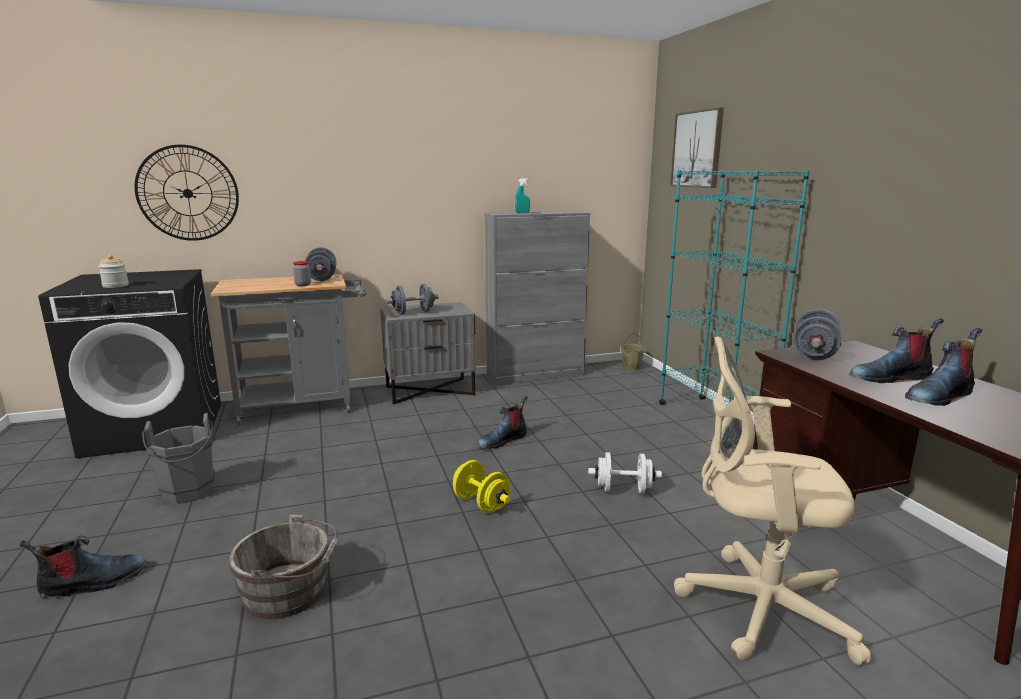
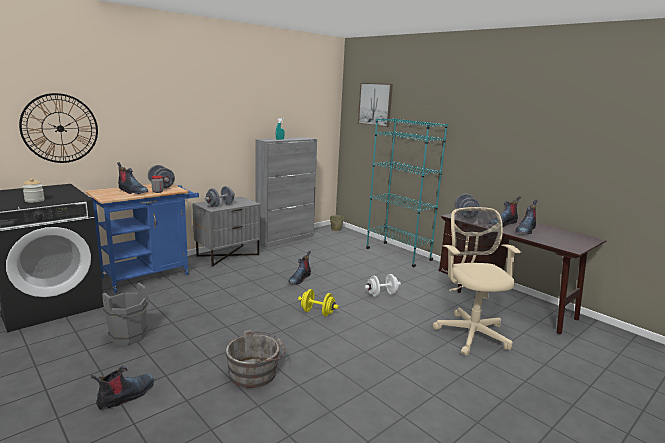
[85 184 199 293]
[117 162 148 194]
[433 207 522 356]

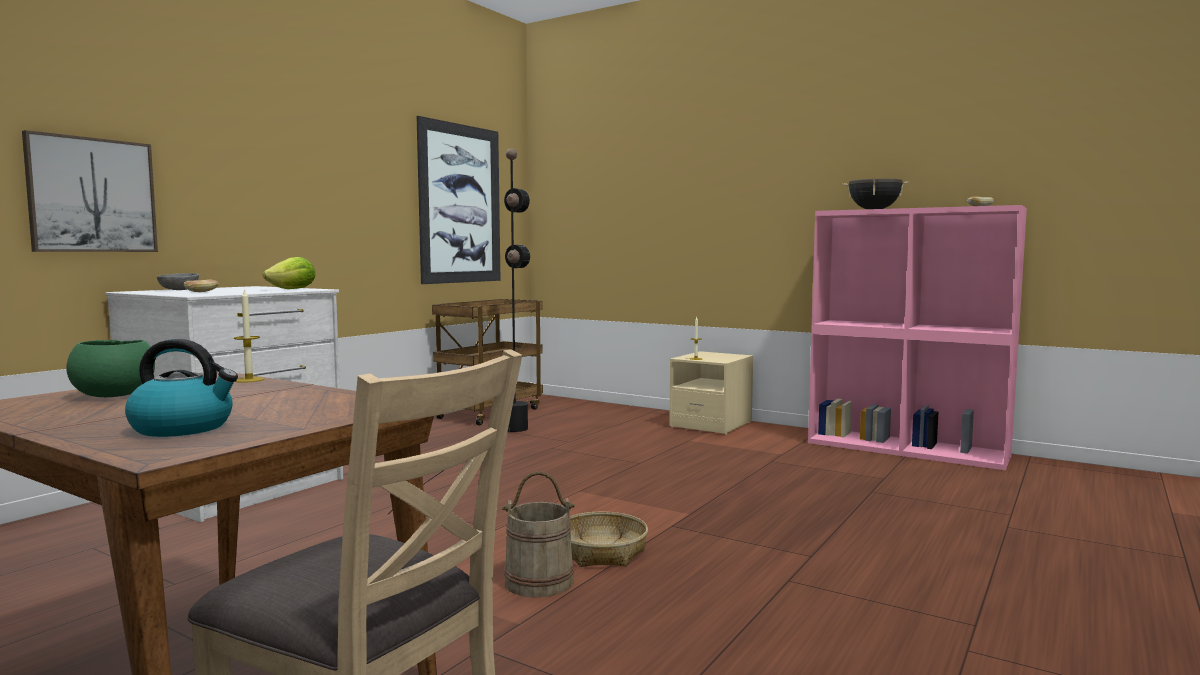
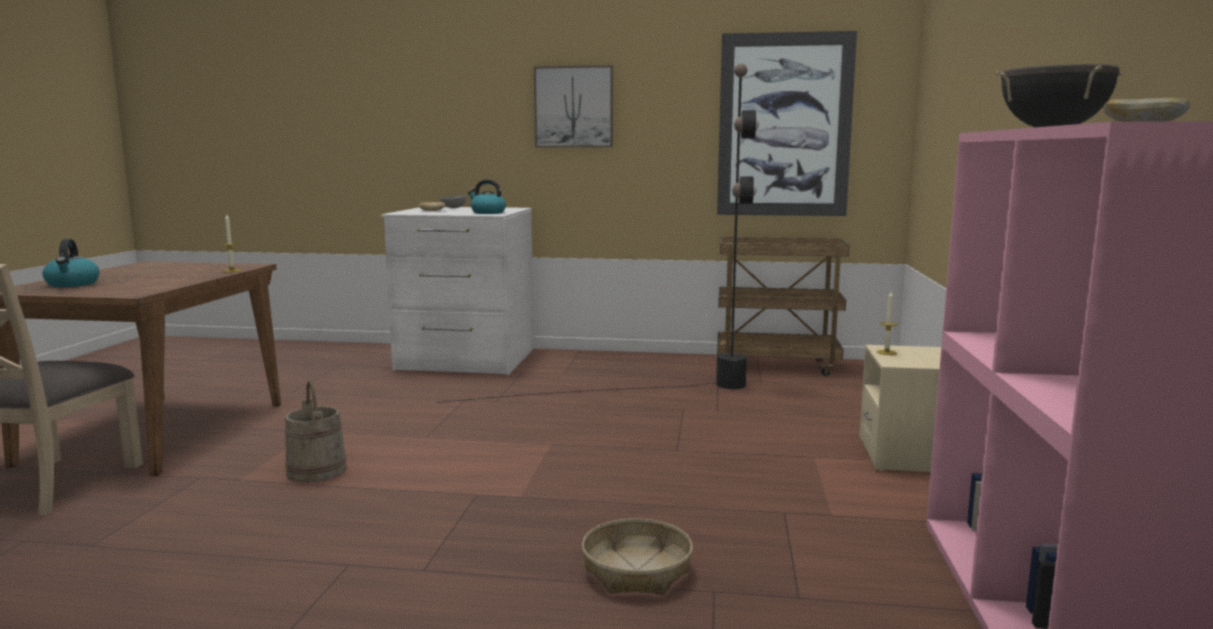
[468 180 506 214]
[534 65 613 147]
[582 518 693 595]
[66 340 155 397] (first image)

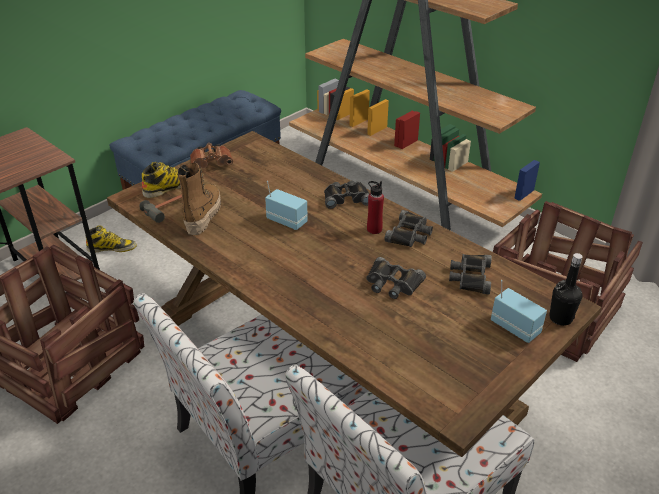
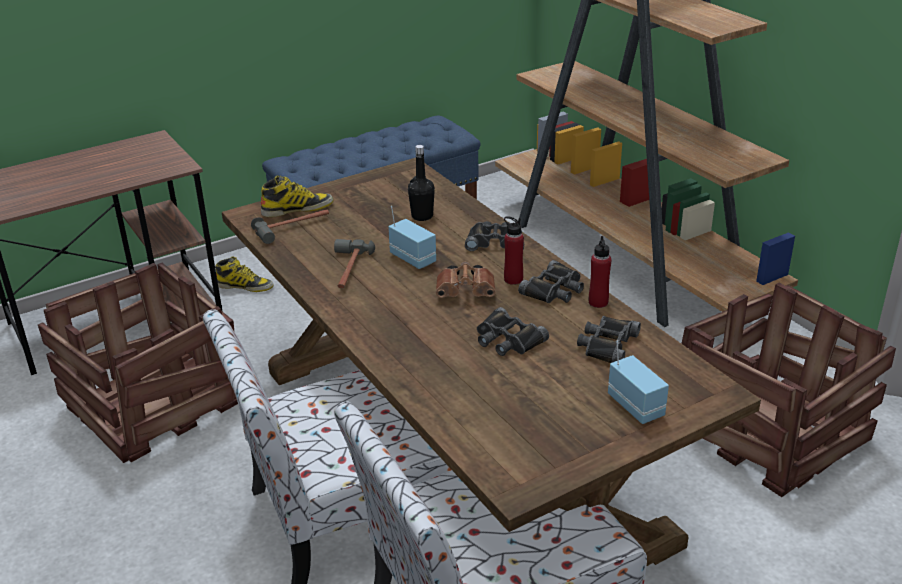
[334 239 375 288]
[408 145 435 221]
[436 262 496 298]
[589 236 612 308]
[178 163 221 235] (first image)

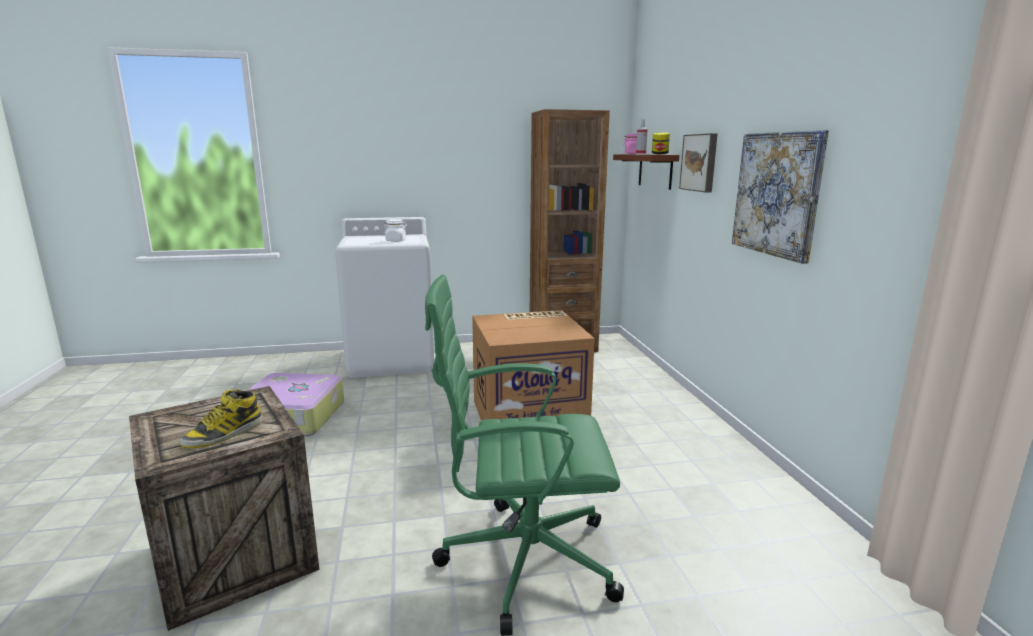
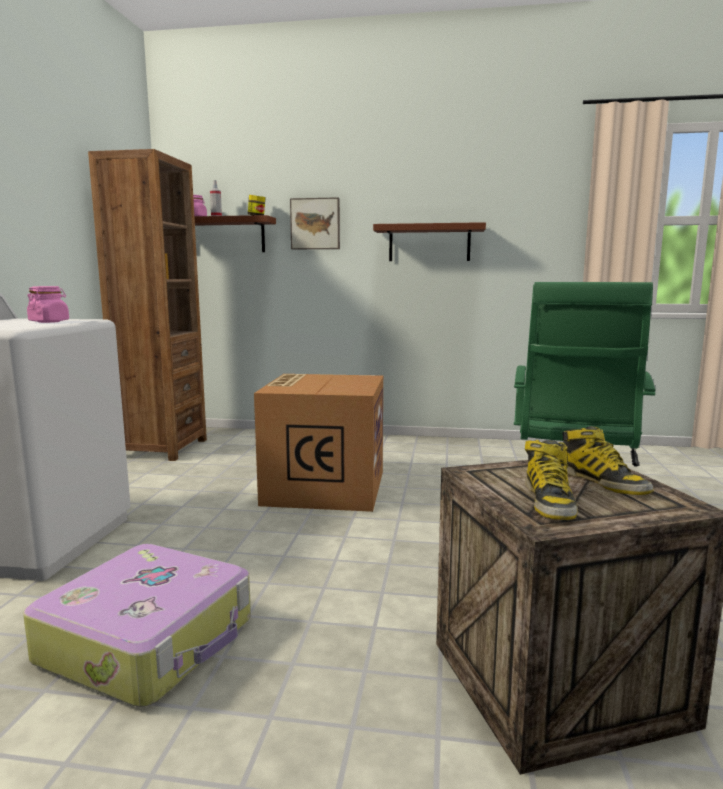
[27 286 69 323]
[373 222 486 261]
[525 440 578 520]

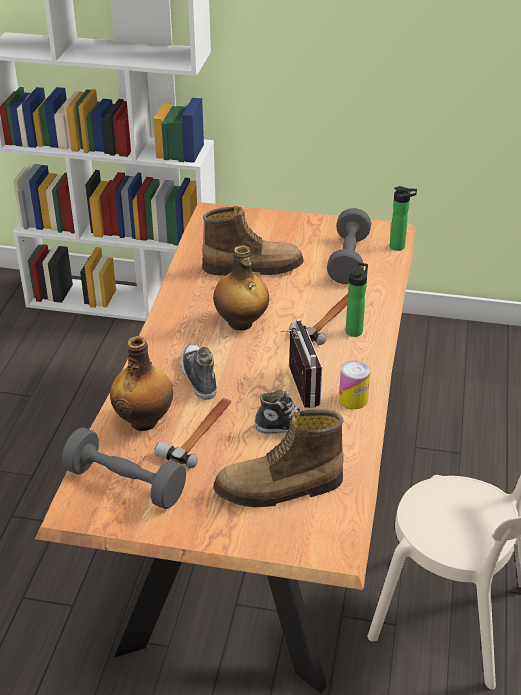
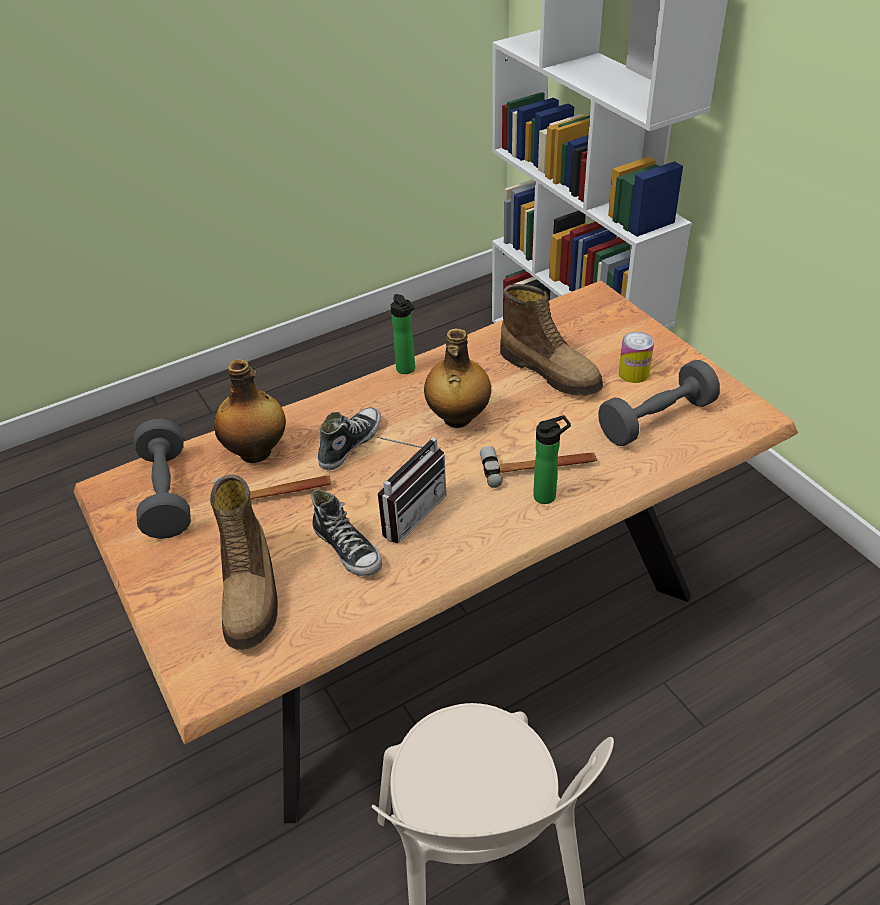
[210 474 278 650]
[391 294 415 374]
[619 331 654 383]

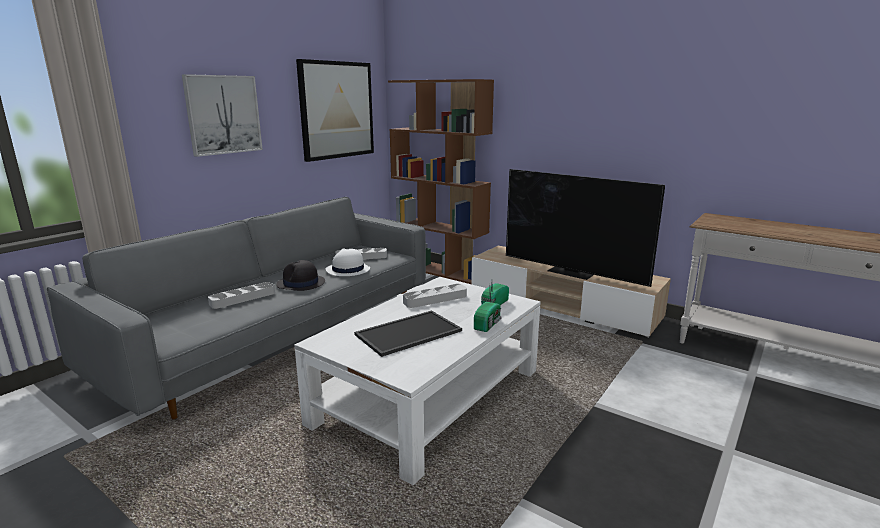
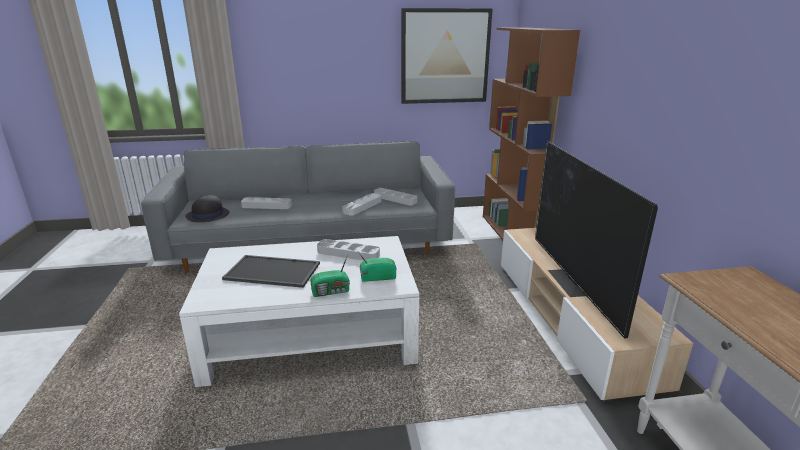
[185 195 230 222]
[343 193 381 216]
[182 74 263 157] (first image)

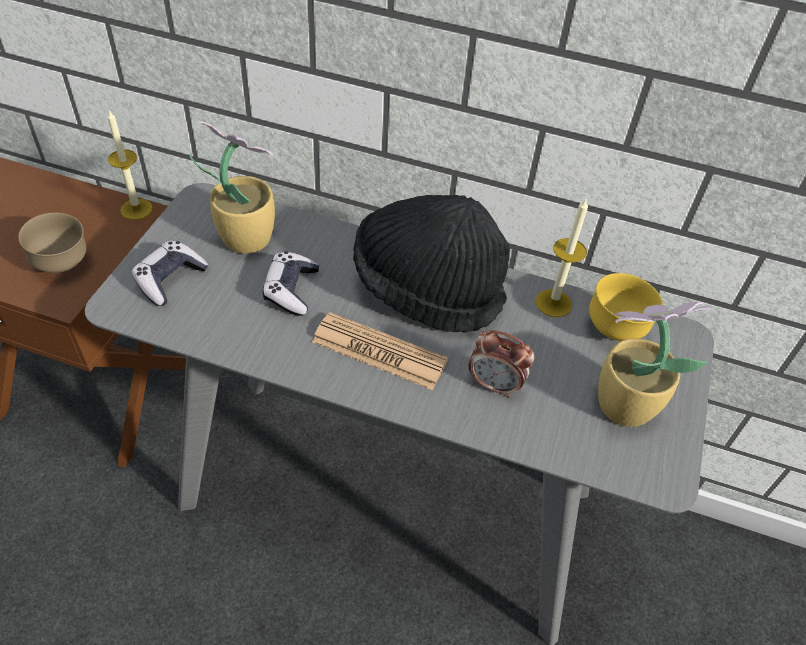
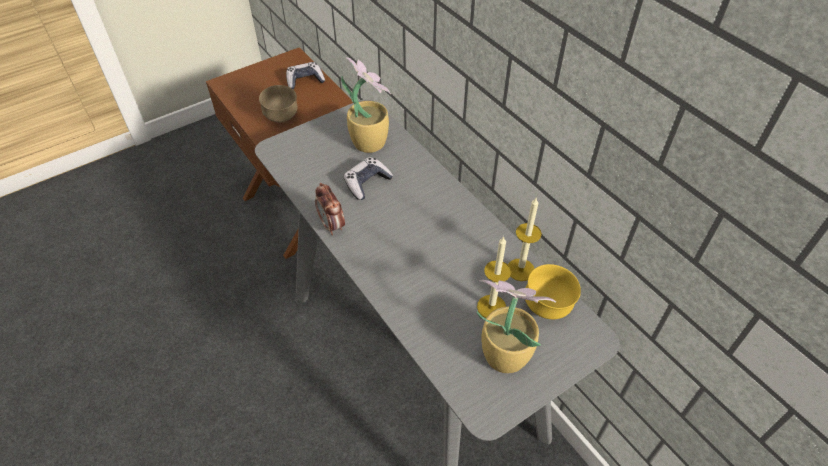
[286 62 325 90]
[315 183 345 235]
[477 236 511 318]
[312 312 448 390] (first image)
[353 195 510 333] (first image)

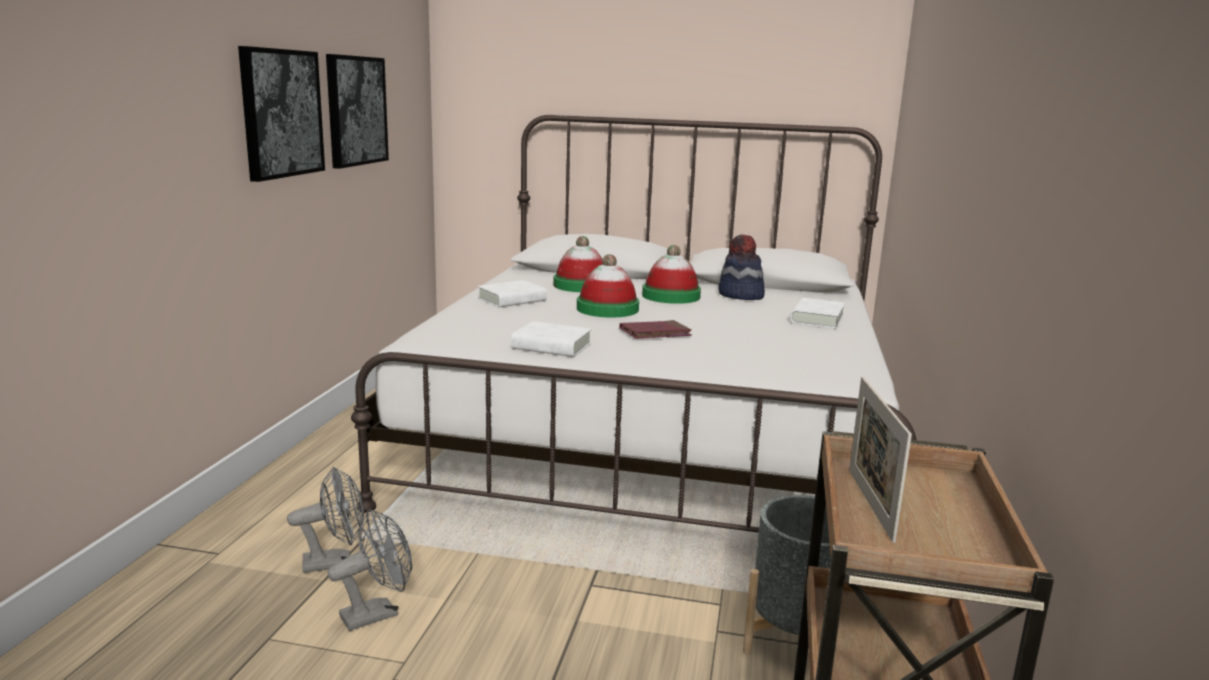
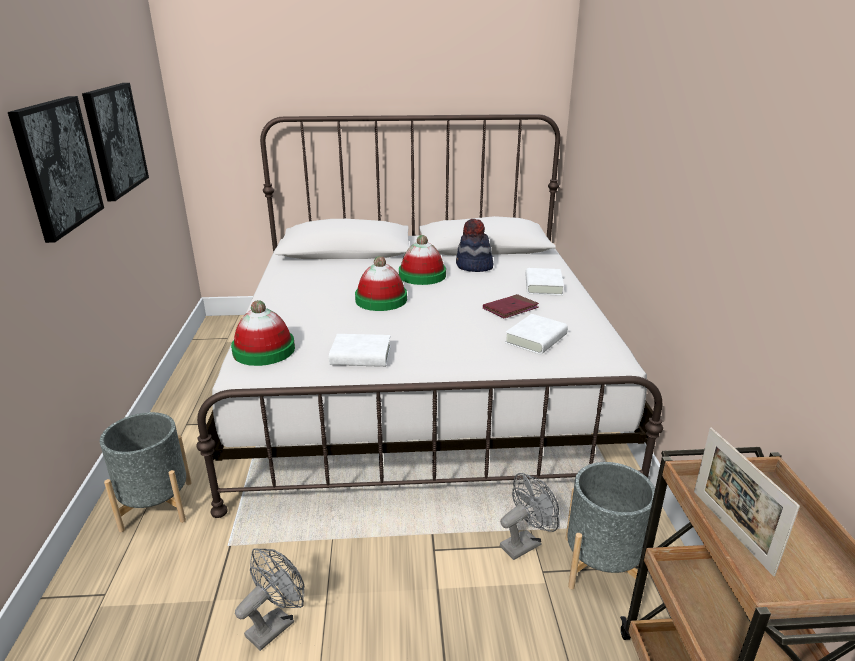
[100 412 192 532]
[231 300 295 366]
[483 294 539 318]
[500 473 559 560]
[505 314 568 355]

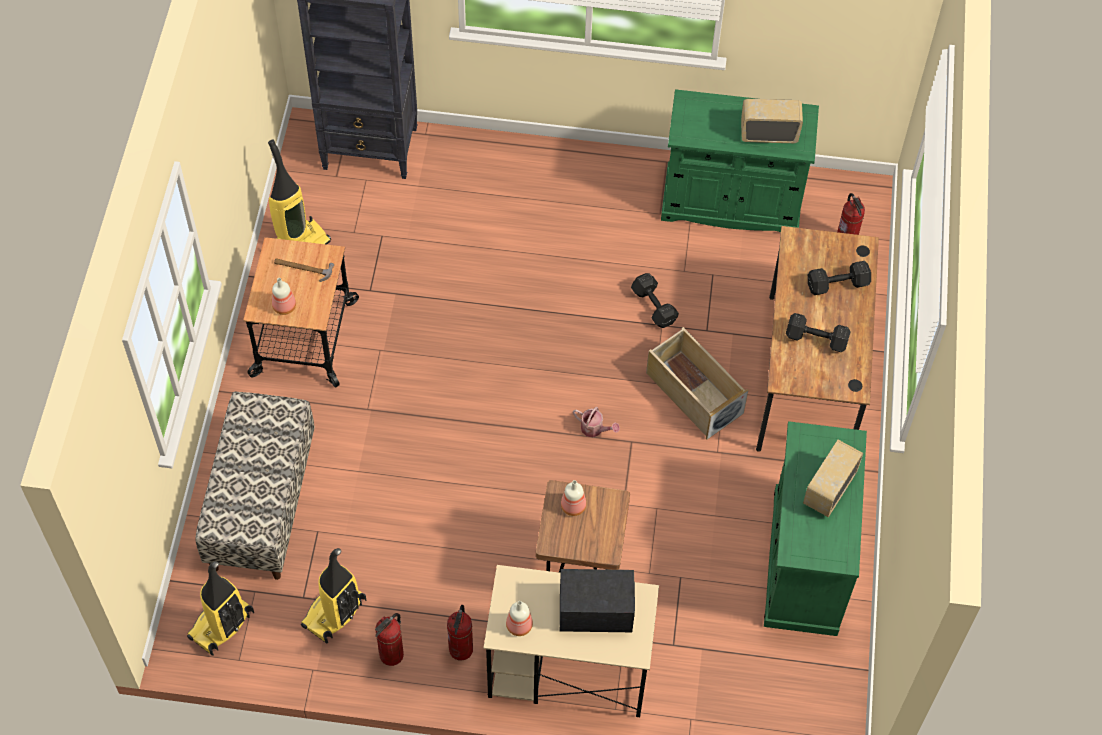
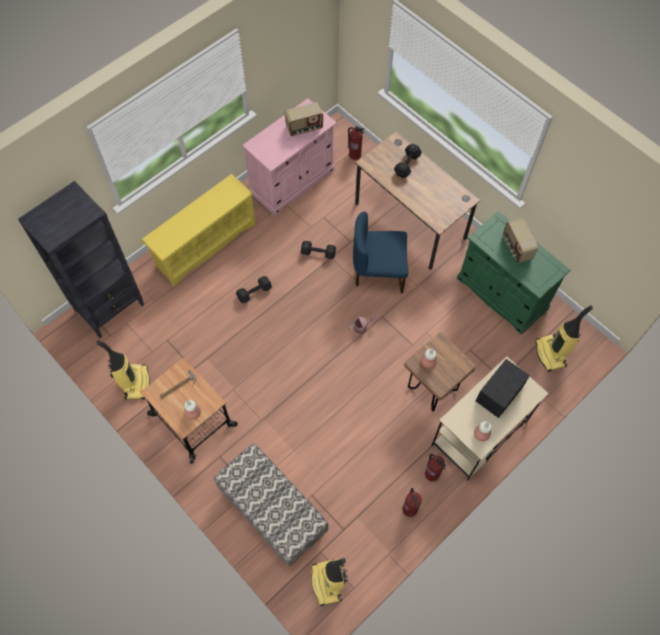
[141 174 256 287]
[236 276 272 303]
[242 98 337 216]
[285 102 323 136]
[353 212 408 293]
[535 305 593 372]

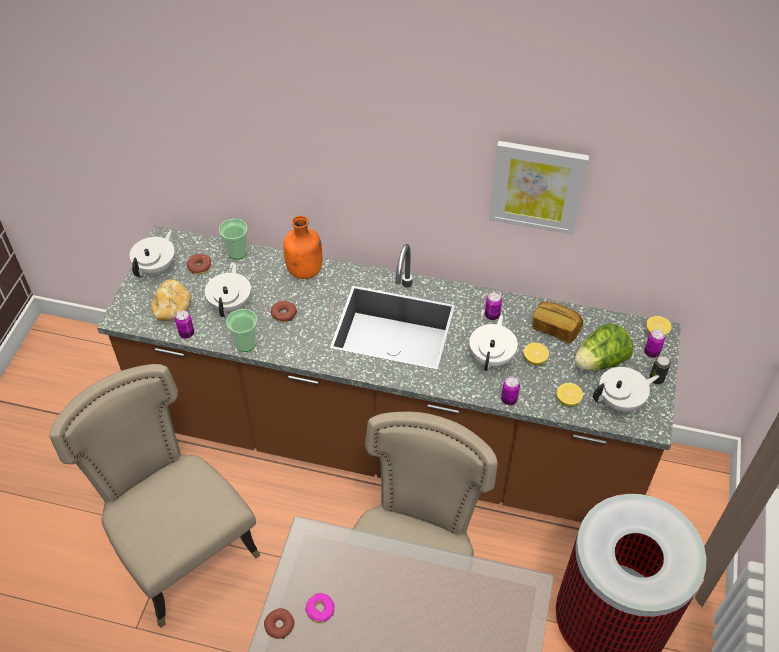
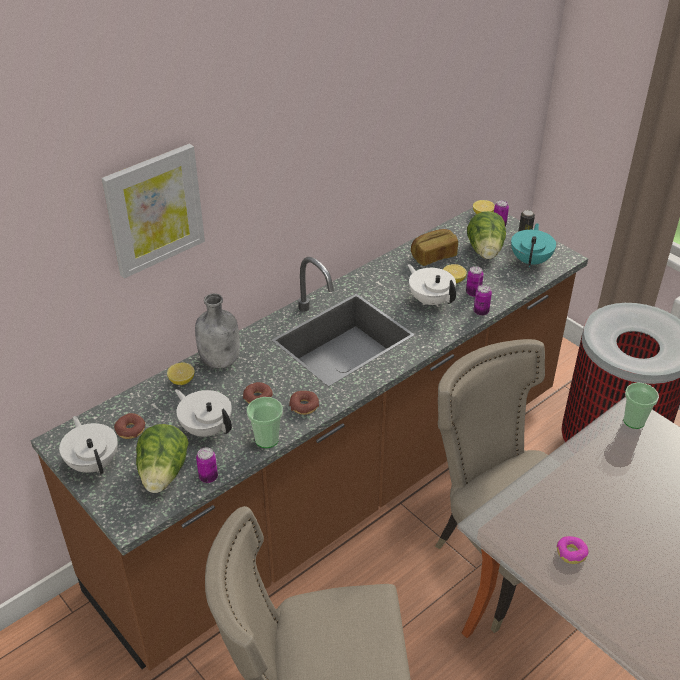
[101 144 205 278]
[136 424 189 493]
[167 363 195 385]
[195 293 240 368]
[289 391 319 415]
[466 266 484 297]
[511 223 556 267]
[623 382 659 429]

